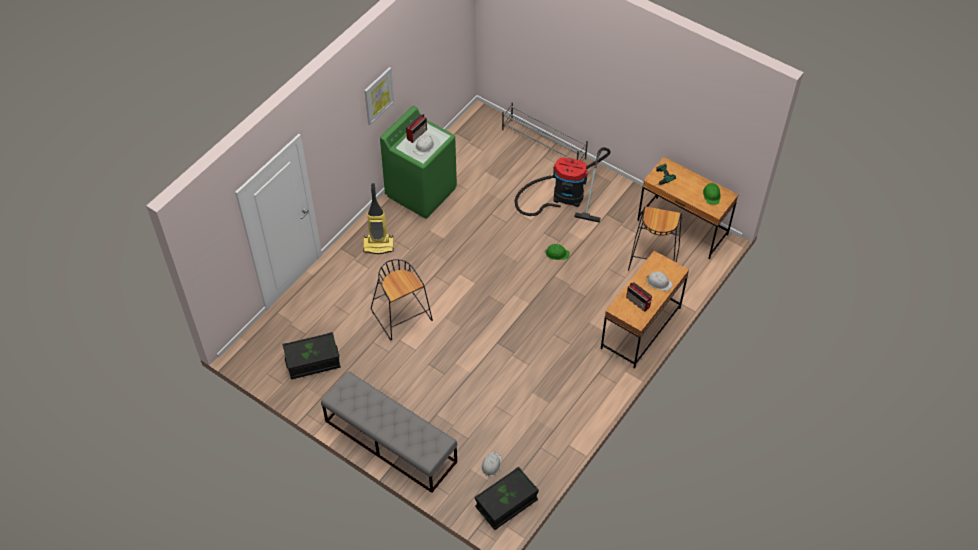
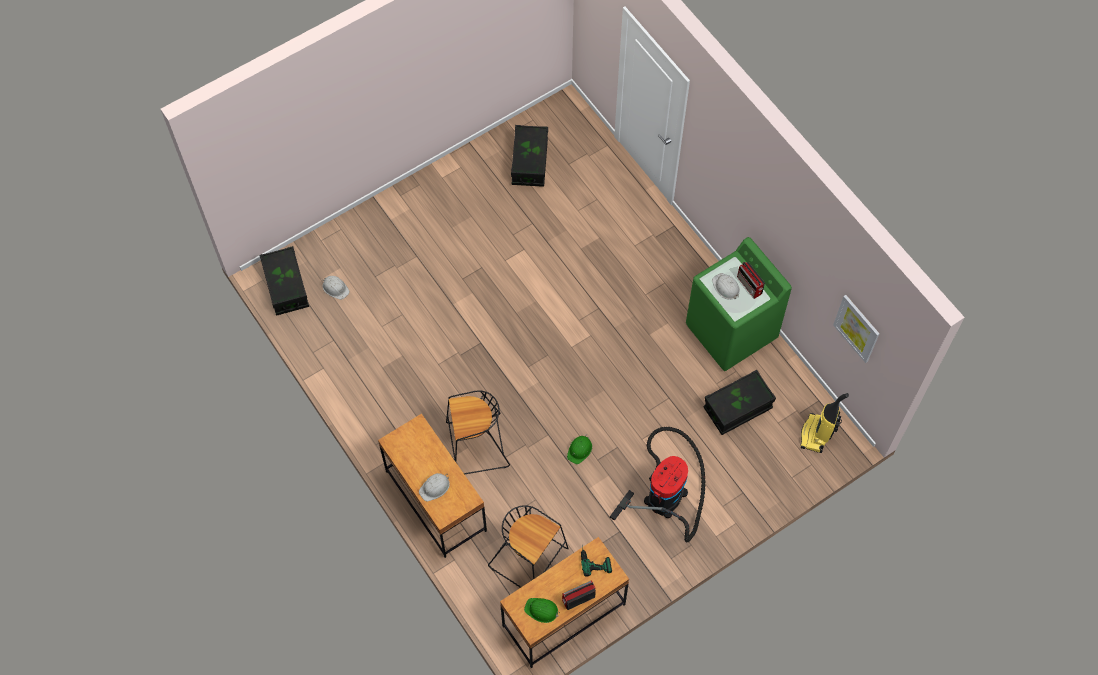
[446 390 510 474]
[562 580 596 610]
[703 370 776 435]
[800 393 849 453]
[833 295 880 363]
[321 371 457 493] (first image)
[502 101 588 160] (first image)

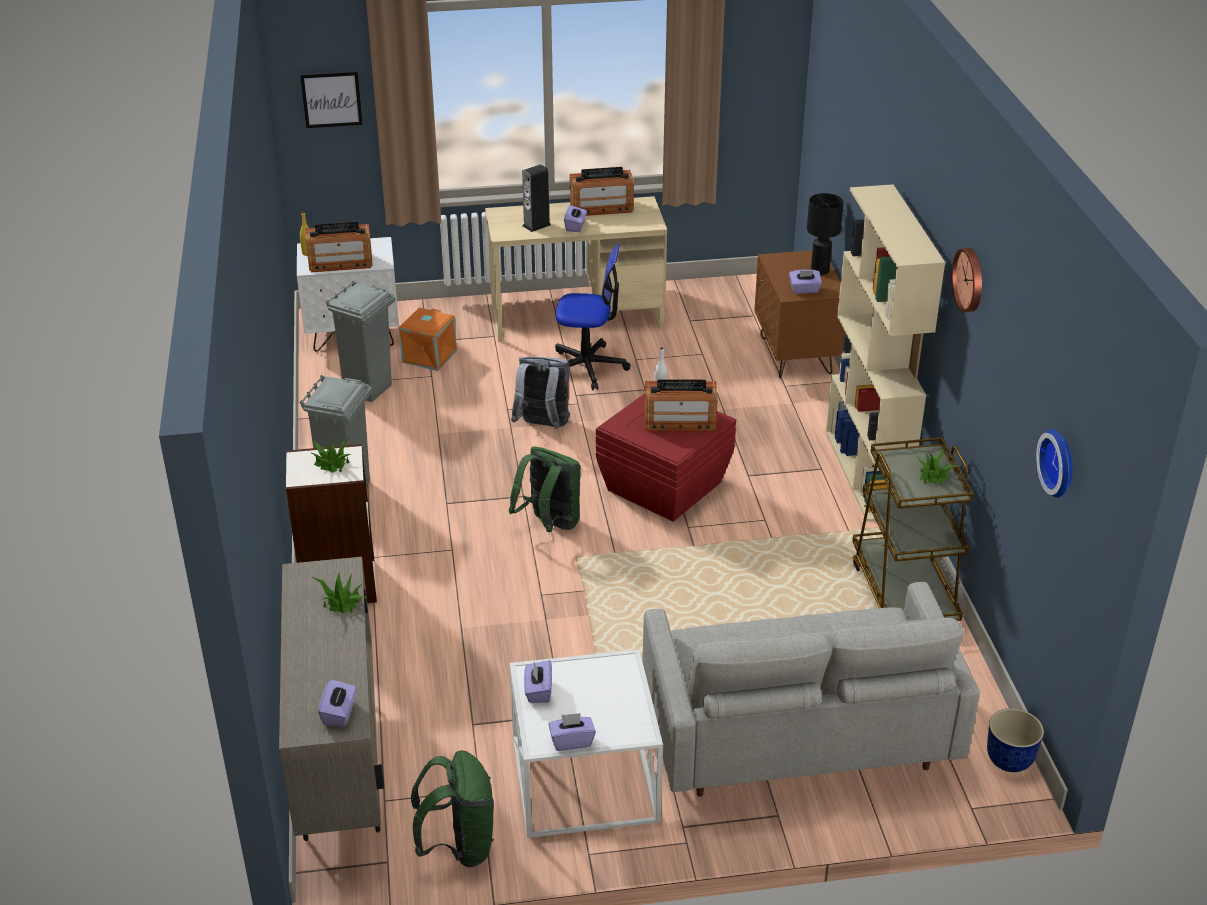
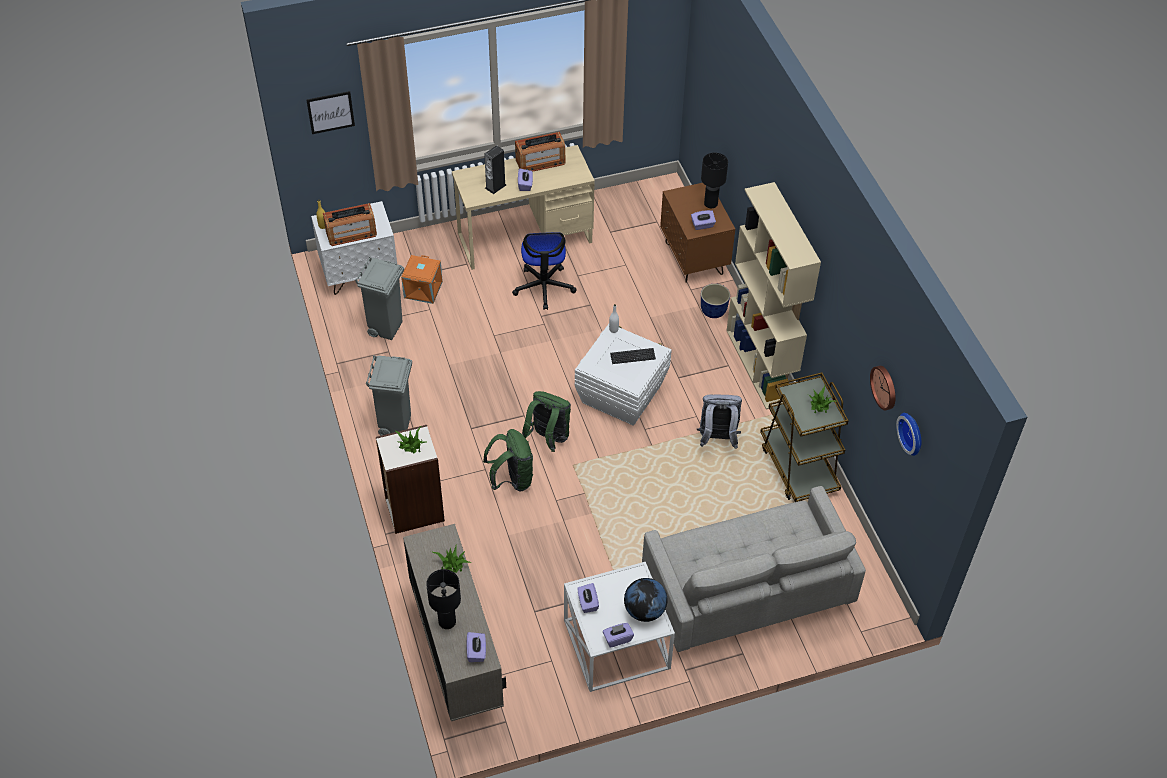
[426 569 461 629]
[483 429 533 491]
[512 232 577 310]
[575 324 671 426]
[610 348 656 364]
[624 578 667 622]
[697 394 742 449]
[701 284 730 318]
[870 366 895 411]

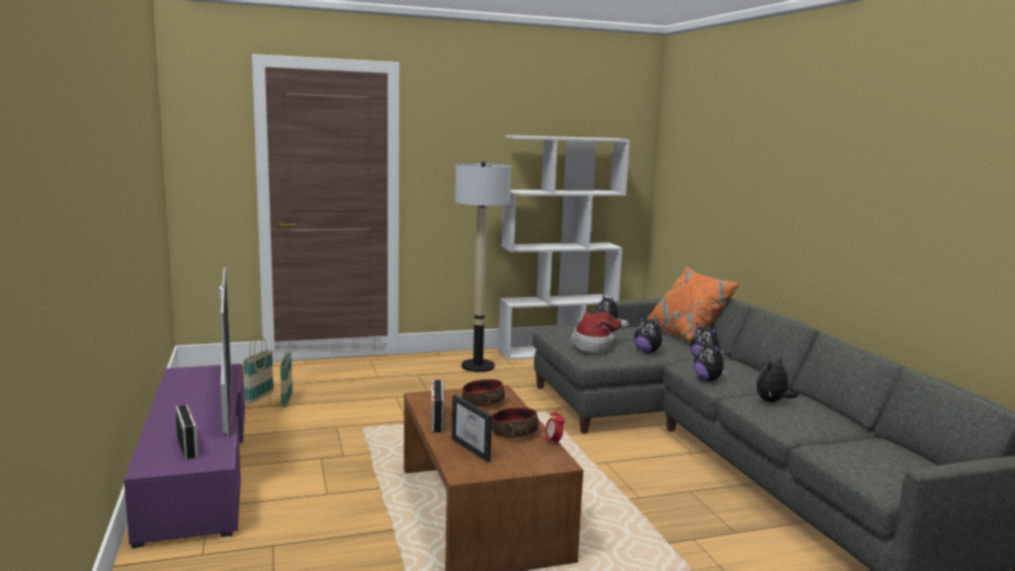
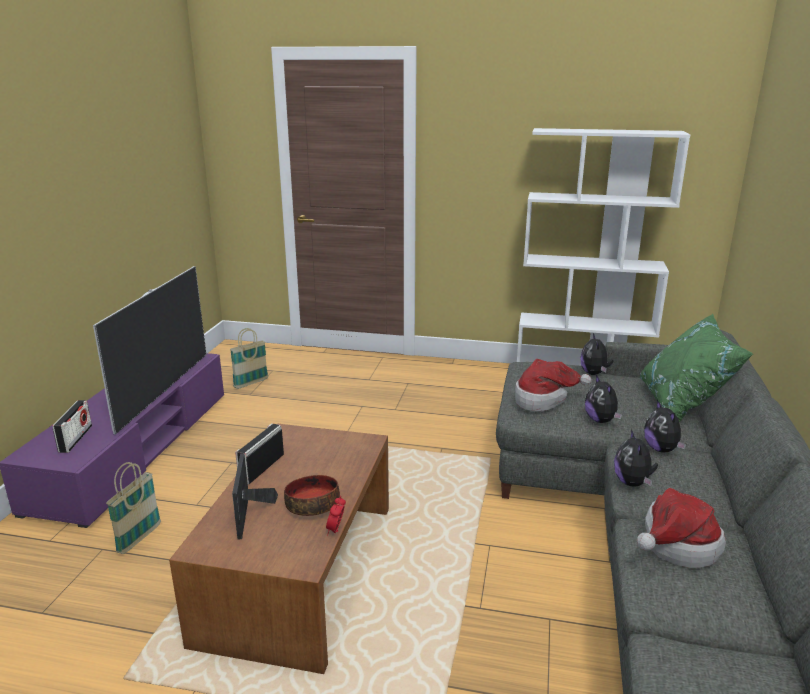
[106 462 161 554]
[637 488 726 568]
[640 314 753 422]
[455 161 511 372] (first image)
[462 379 505 407] (first image)

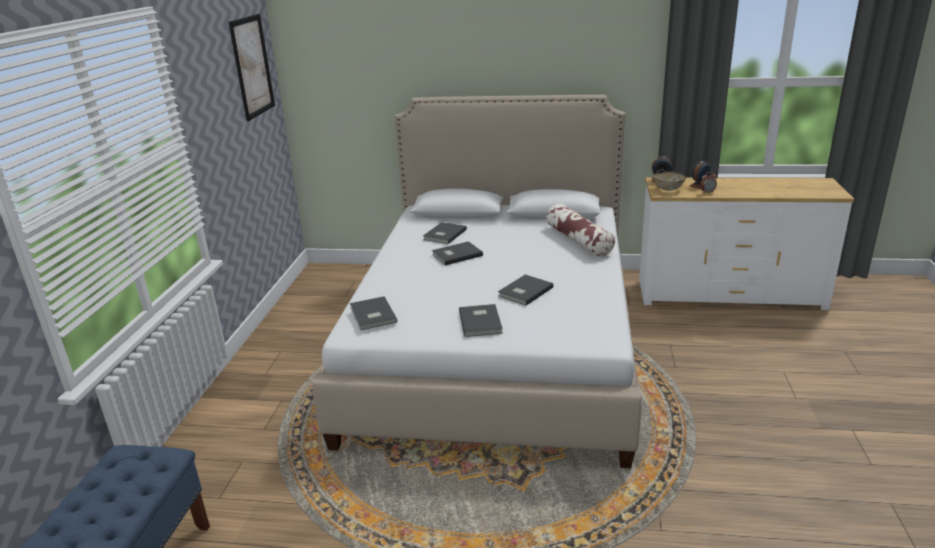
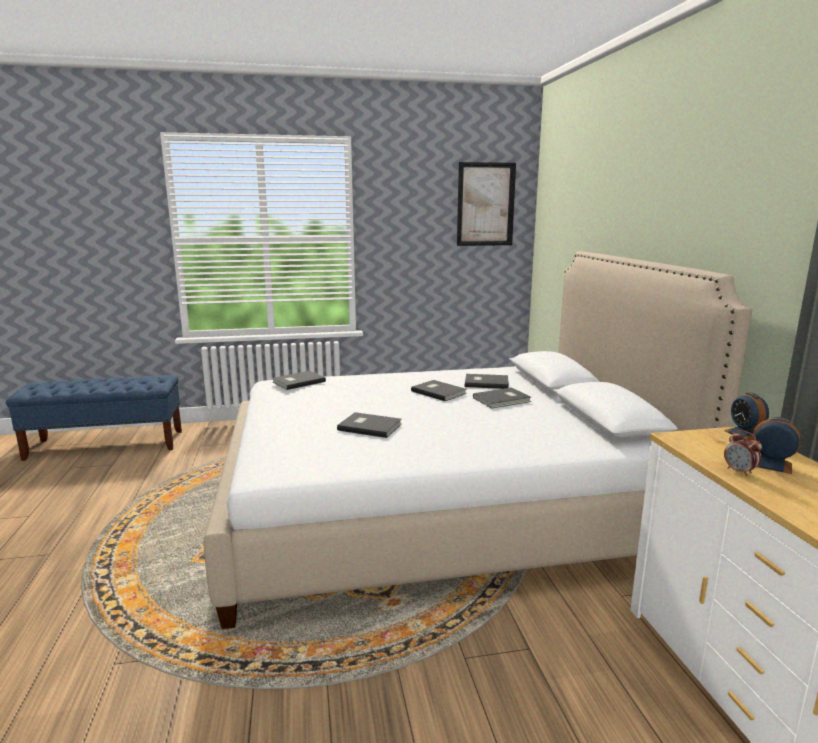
[473 387 531 408]
[546 204 615 257] (first image)
[653 171 686 191] (first image)

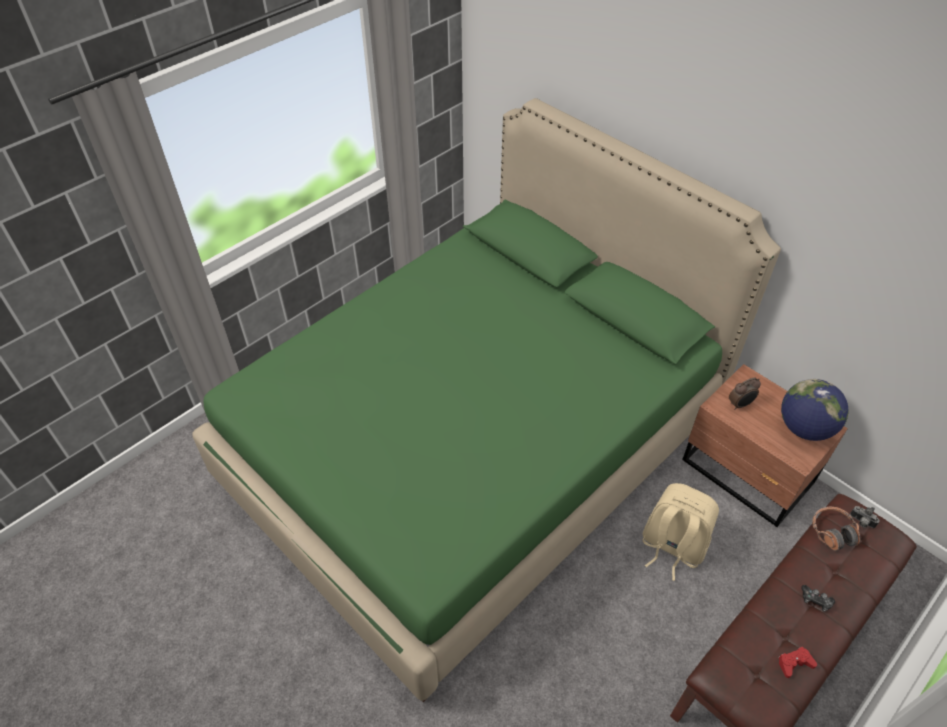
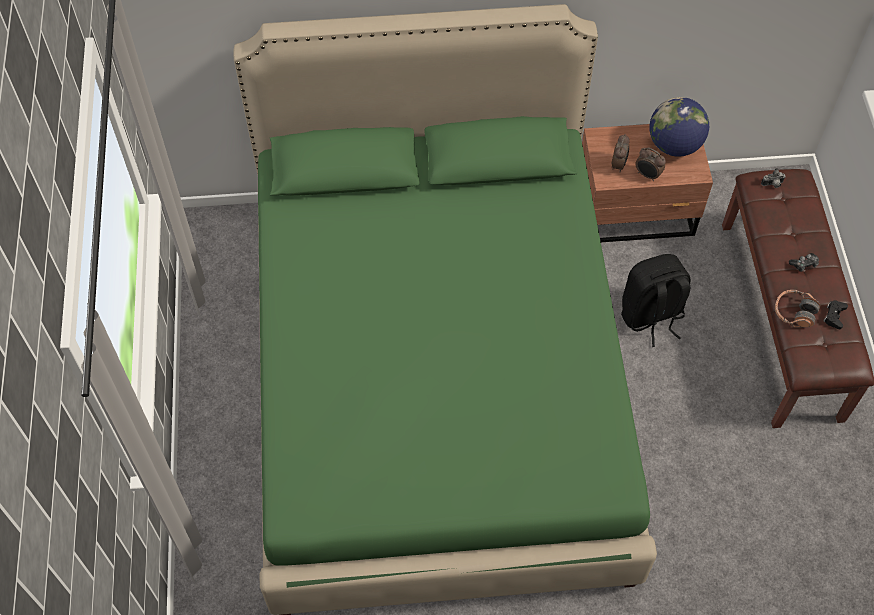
[621 254 691 347]
[635 147 666 181]
[775 290 821 328]
[823 300 848 329]

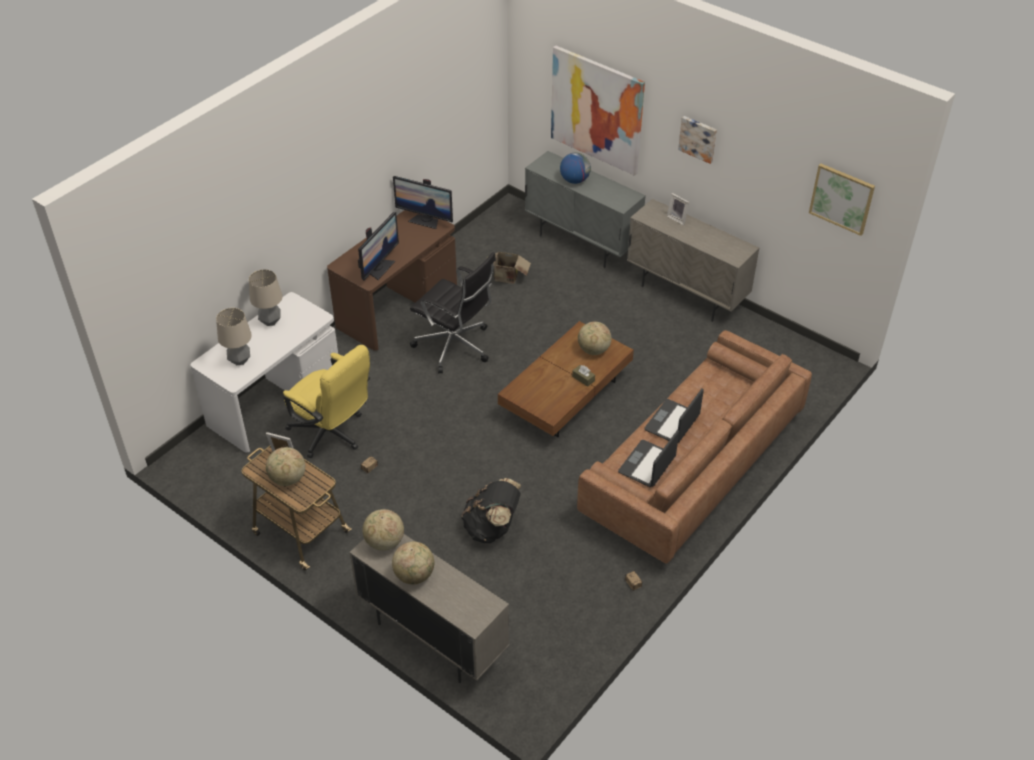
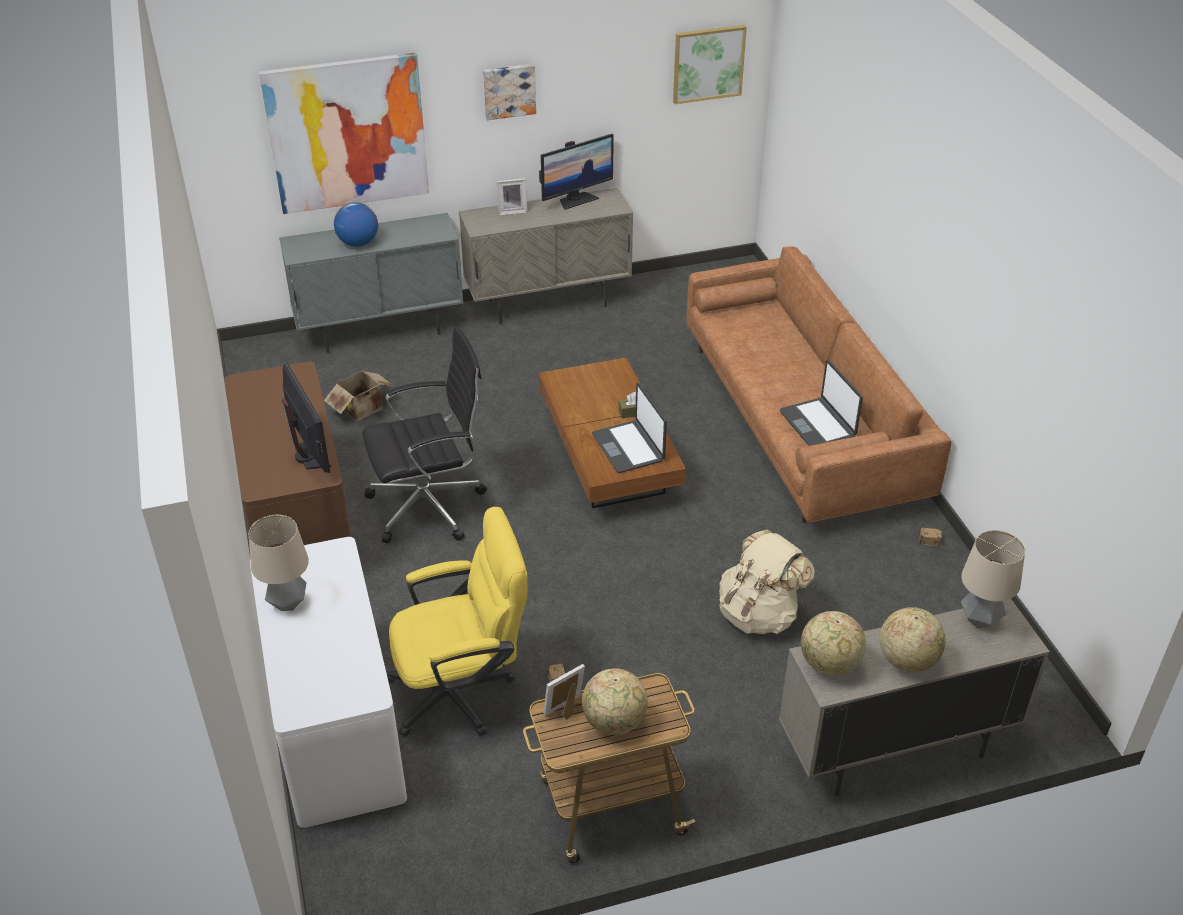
[539 134 614 210]
[592 383 667 473]
[719 530 815 634]
[961 530 1025 628]
[578 321 611 355] (first image)

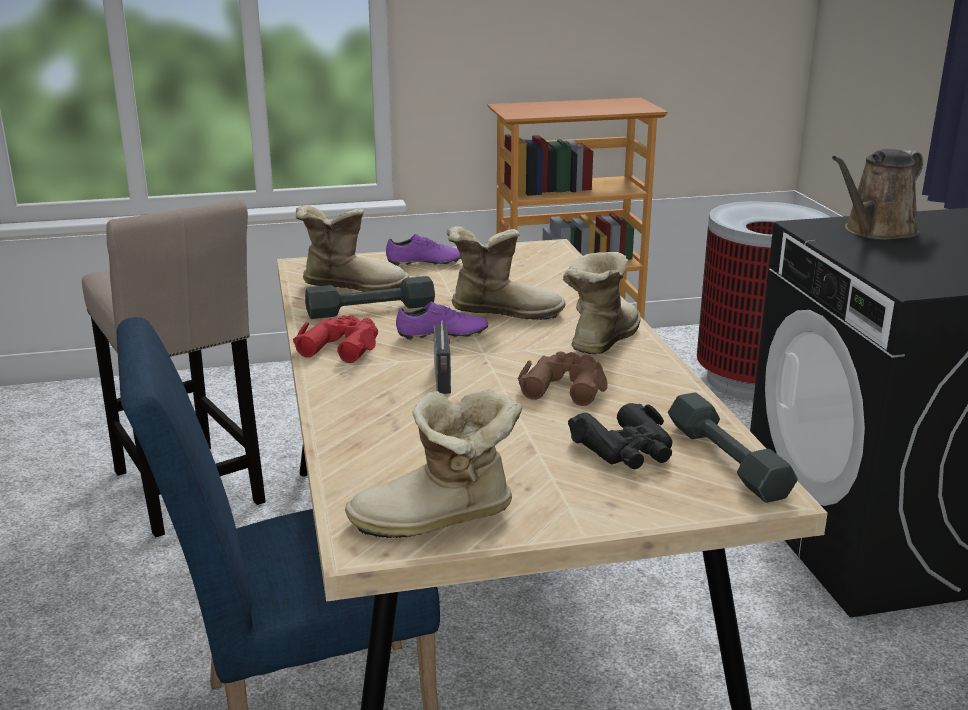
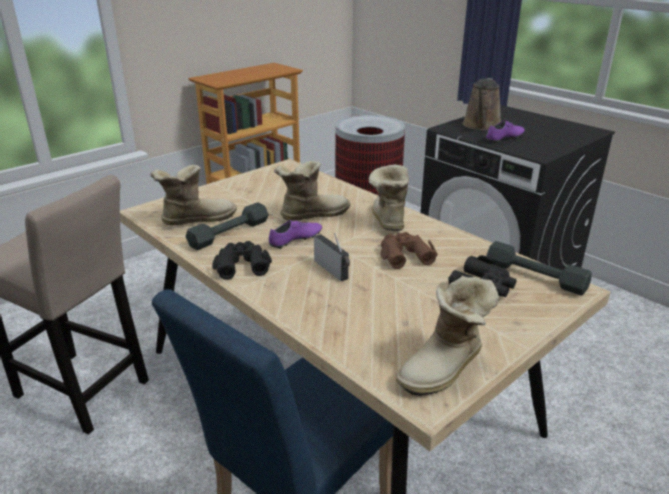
[212 241 272 280]
[486 120 525 144]

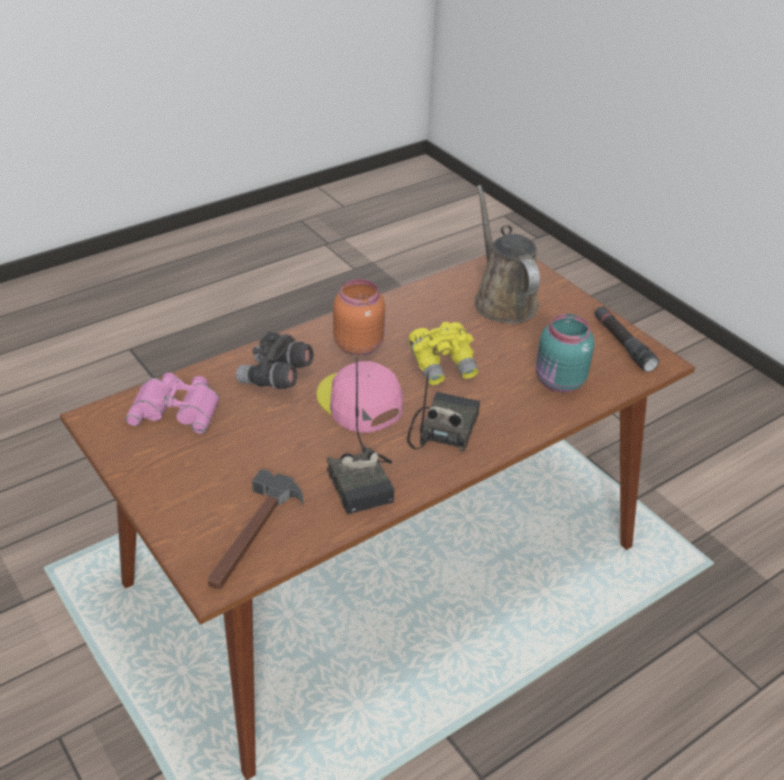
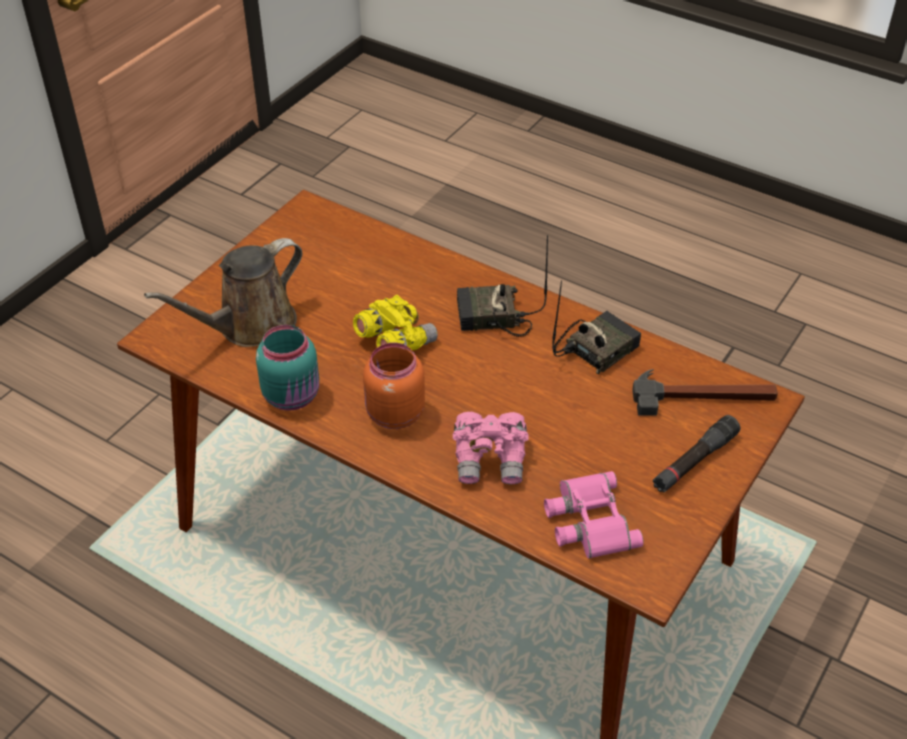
[256 325 319 411]
[453 412 529 484]
[653 415 741 493]
[317 361 403 433] (first image)

